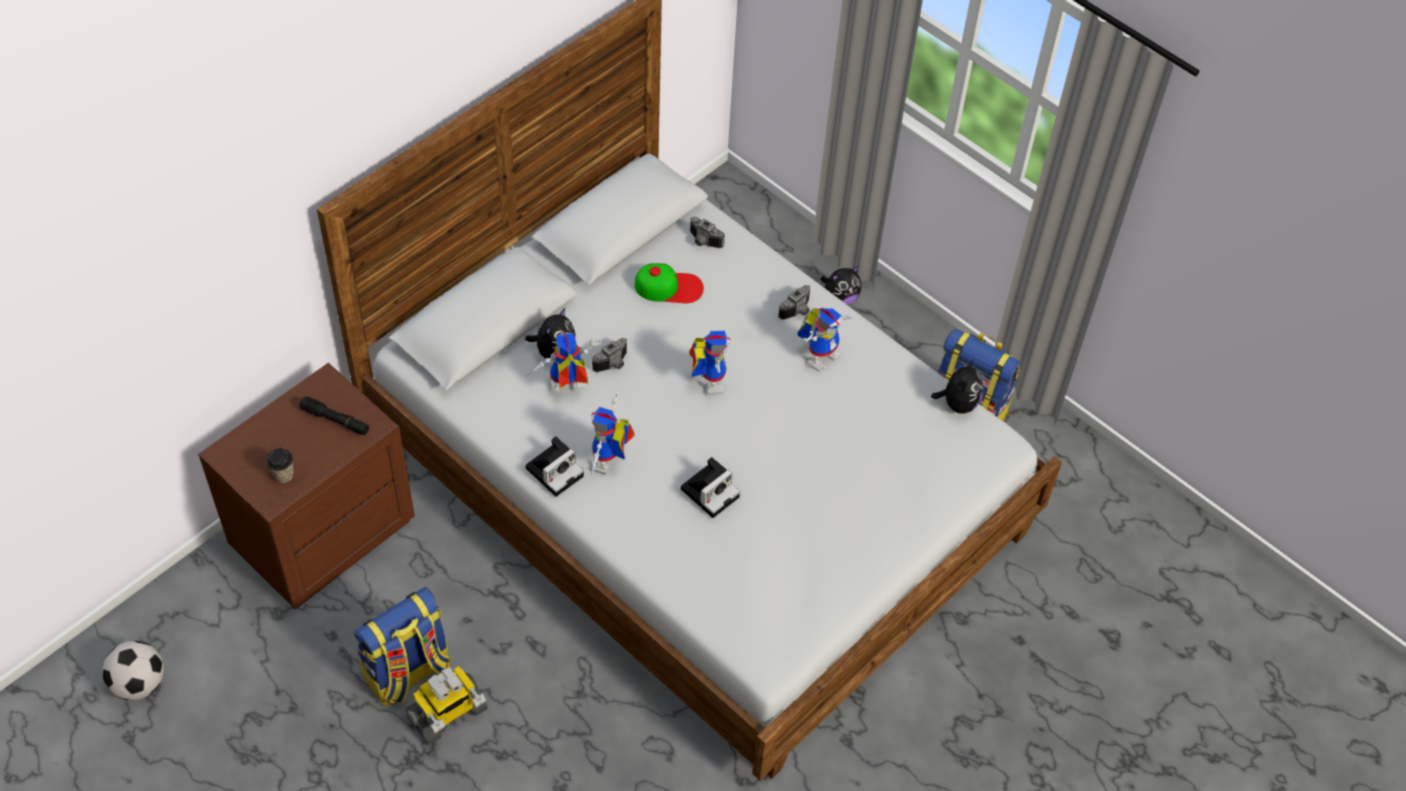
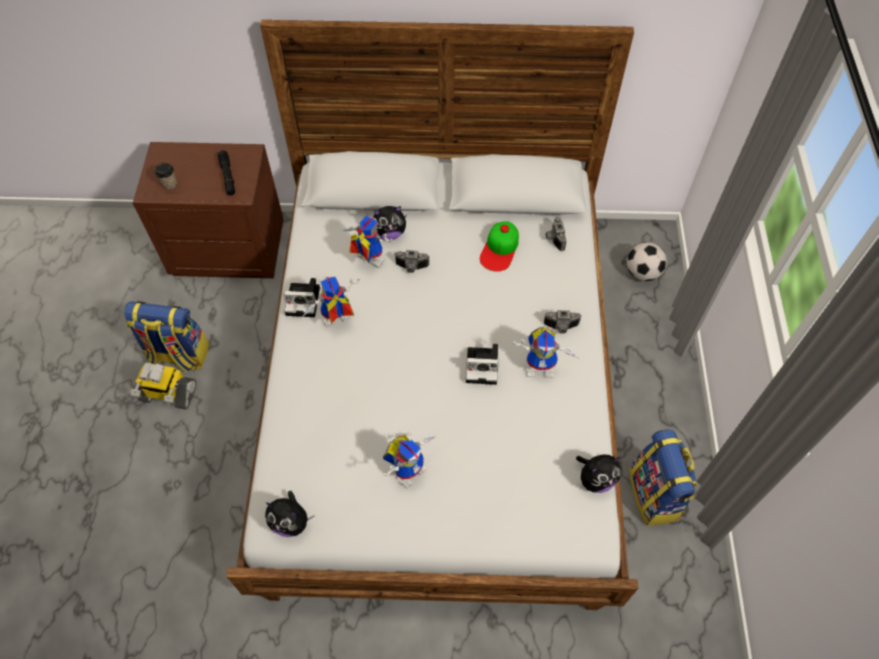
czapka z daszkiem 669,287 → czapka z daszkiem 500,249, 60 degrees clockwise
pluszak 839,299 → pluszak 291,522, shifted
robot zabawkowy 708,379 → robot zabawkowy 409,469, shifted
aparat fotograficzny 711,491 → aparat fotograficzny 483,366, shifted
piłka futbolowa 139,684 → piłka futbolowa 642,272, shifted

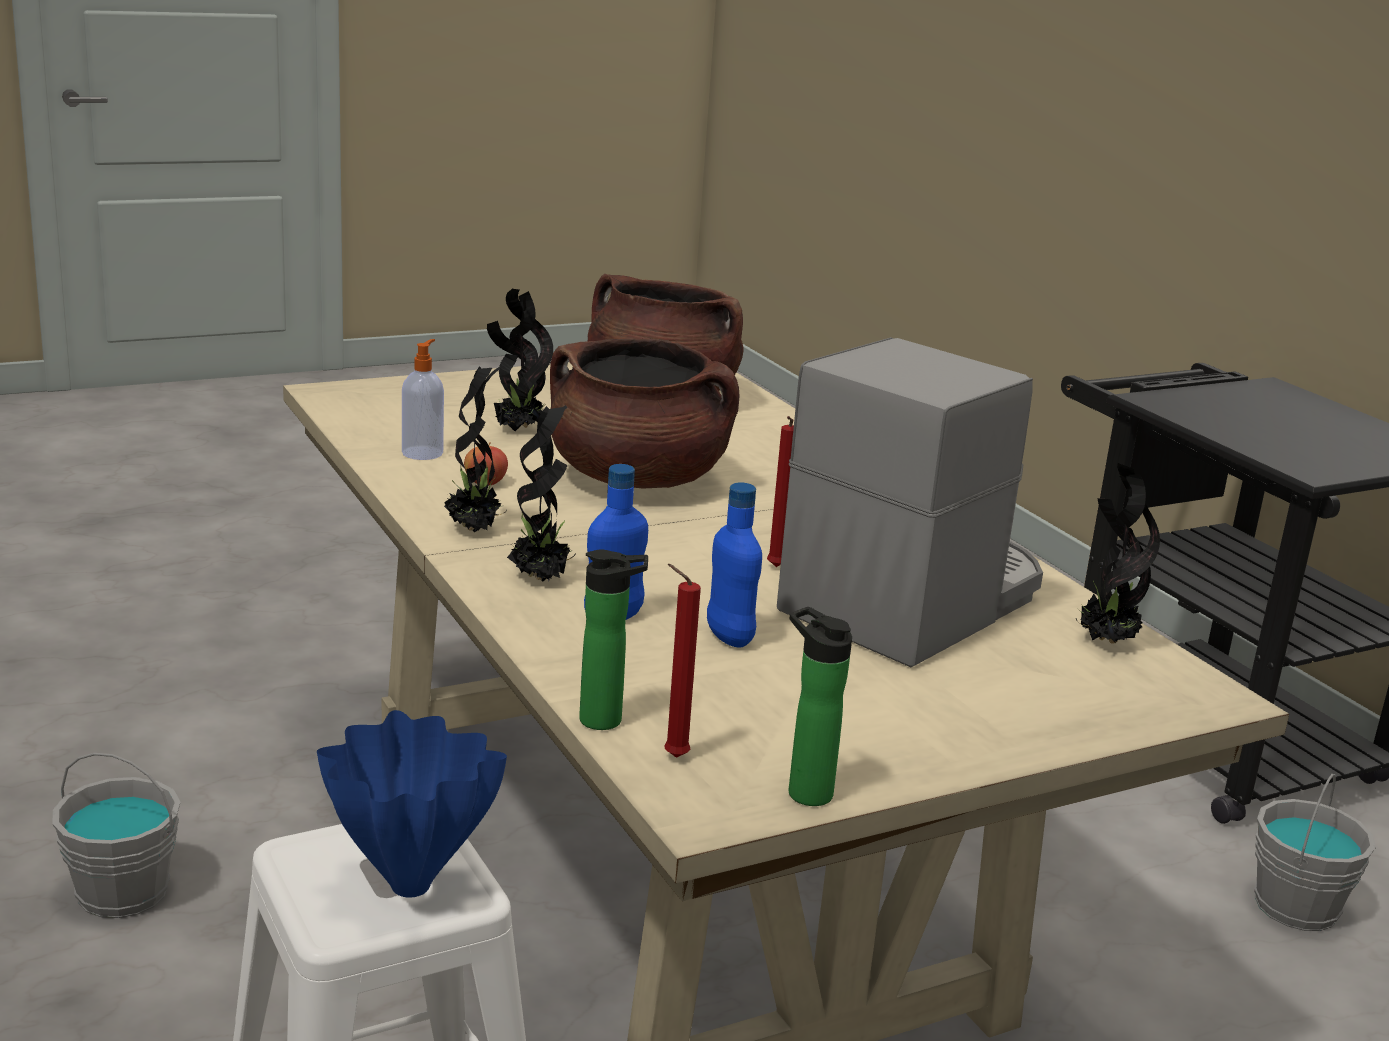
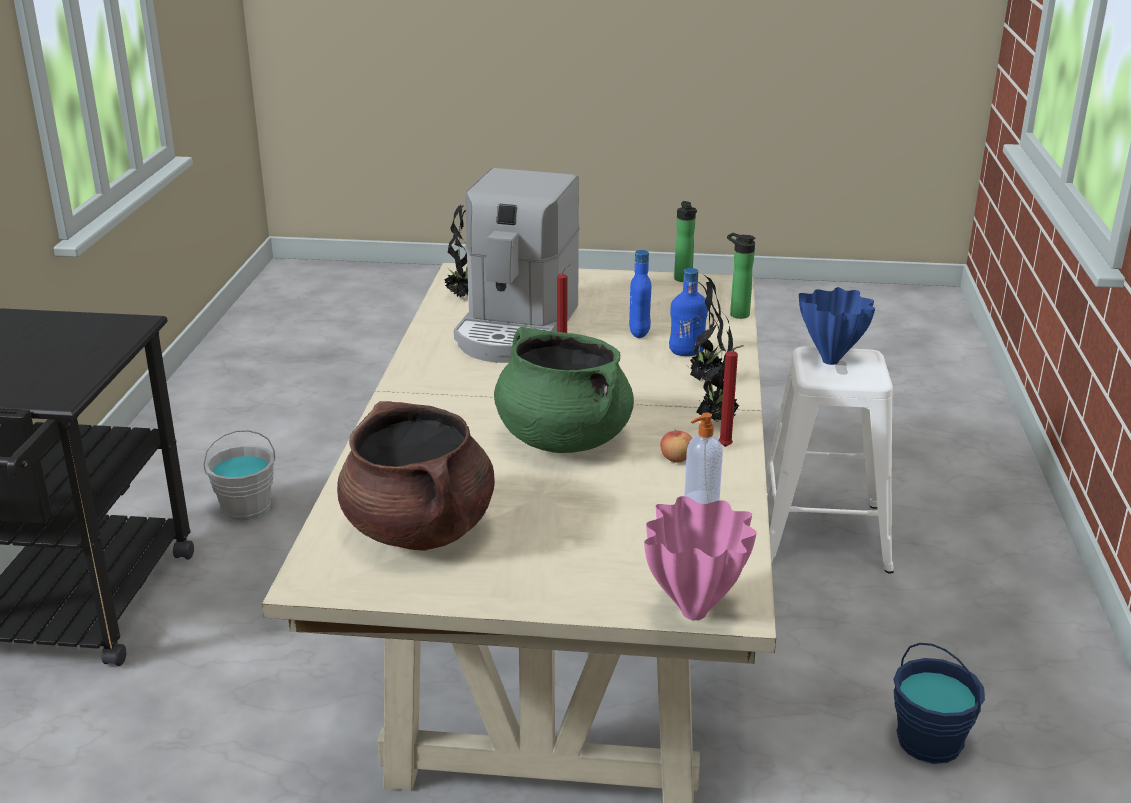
roślina doniczkowa 517,430 → -
ekspres do kawy 916,601 → ekspres do kawy 516,329, 60 degrees counterclockwise
garnek (brązowy) 637,479 → garnek (zielony) 562,439
świeca (czerwony) 672,756 → świeca (czerwony) 727,447, shifted
wiadro (szary) 121,892 → wiadro (niebieski) 930,741
- → wazon (różowy) 696,612

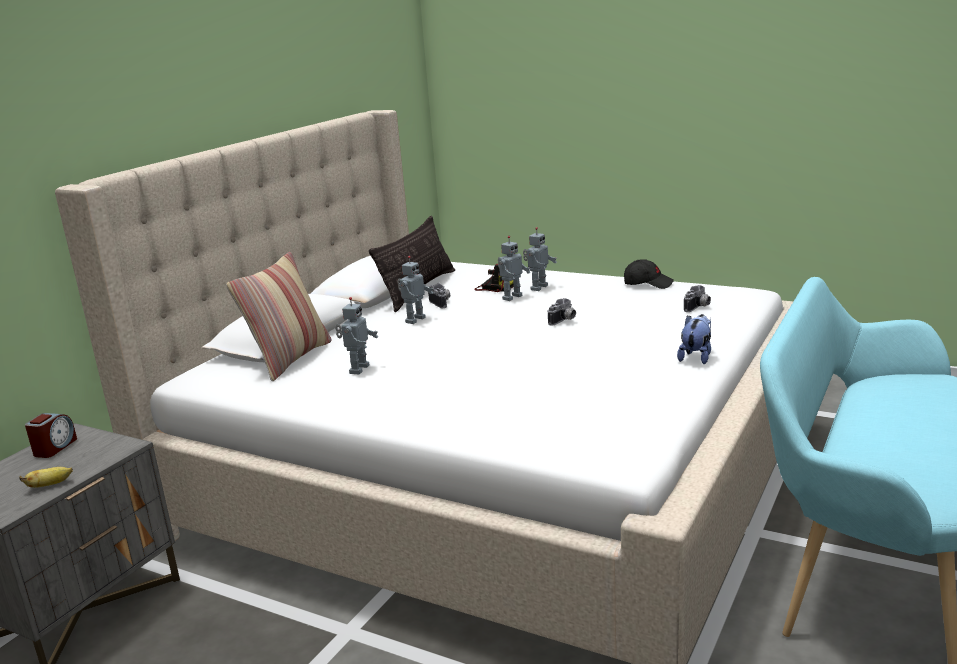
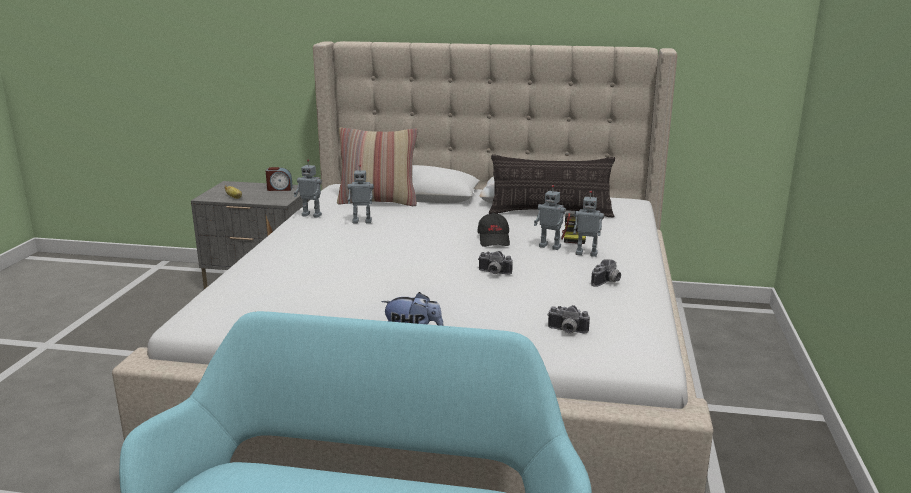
robot zabawkowy 414,320 → robot zabawkowy 312,215, shifted
czapka z daszkiem (czarny) 648,283 → czapka z daszkiem (czarny) 494,239, shifted
aparat fotograficzny 442,303 → aparat fotograficzny 607,282, shifted

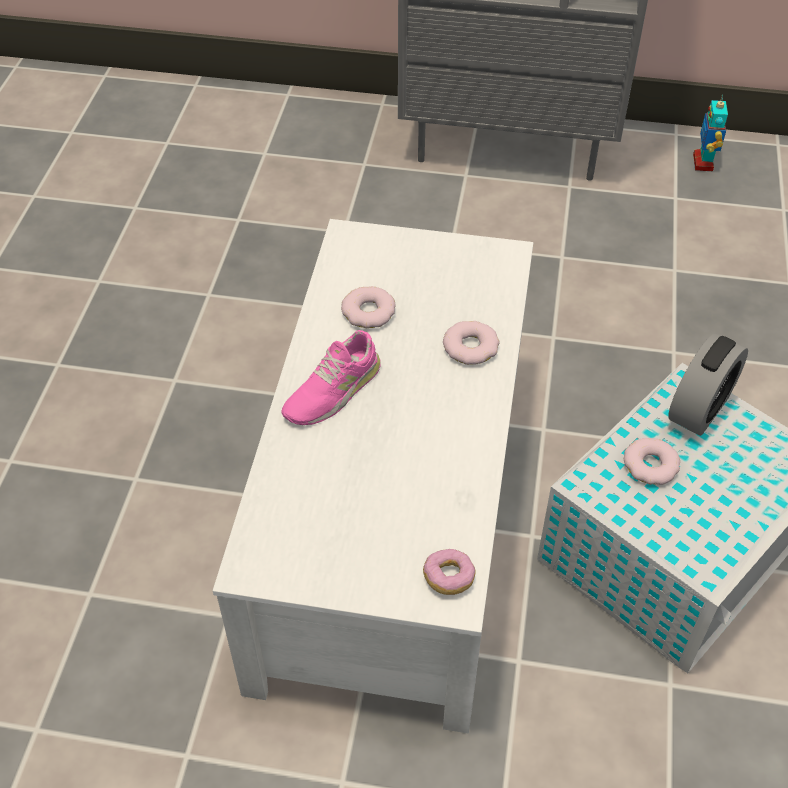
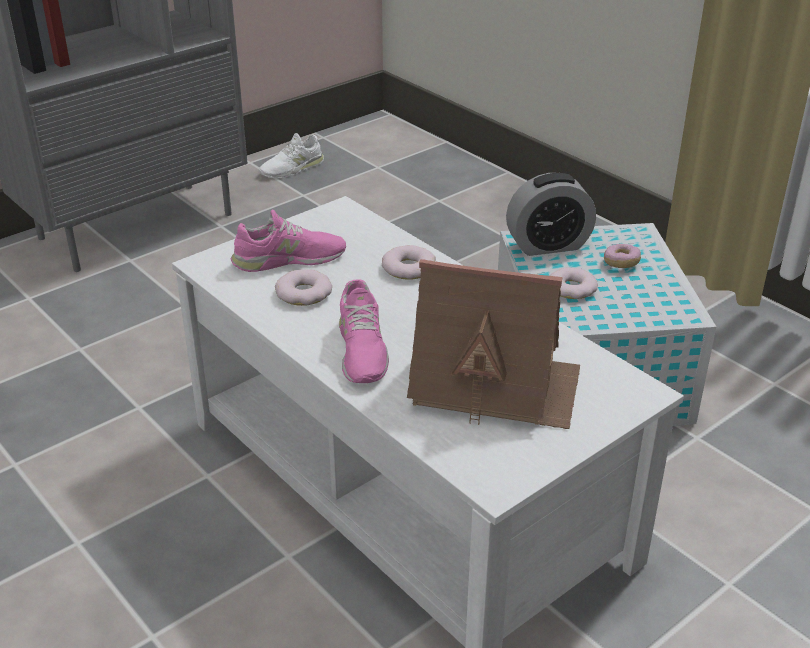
robot zabawkowy 703,163 → but (biały) 292,168
budzik 700,408 → budzik 548,245, 90 degrees clockwise
donut 448,578 → donut 621,263, shifted
- → but (różowy) 289,259
- → domek 494,385

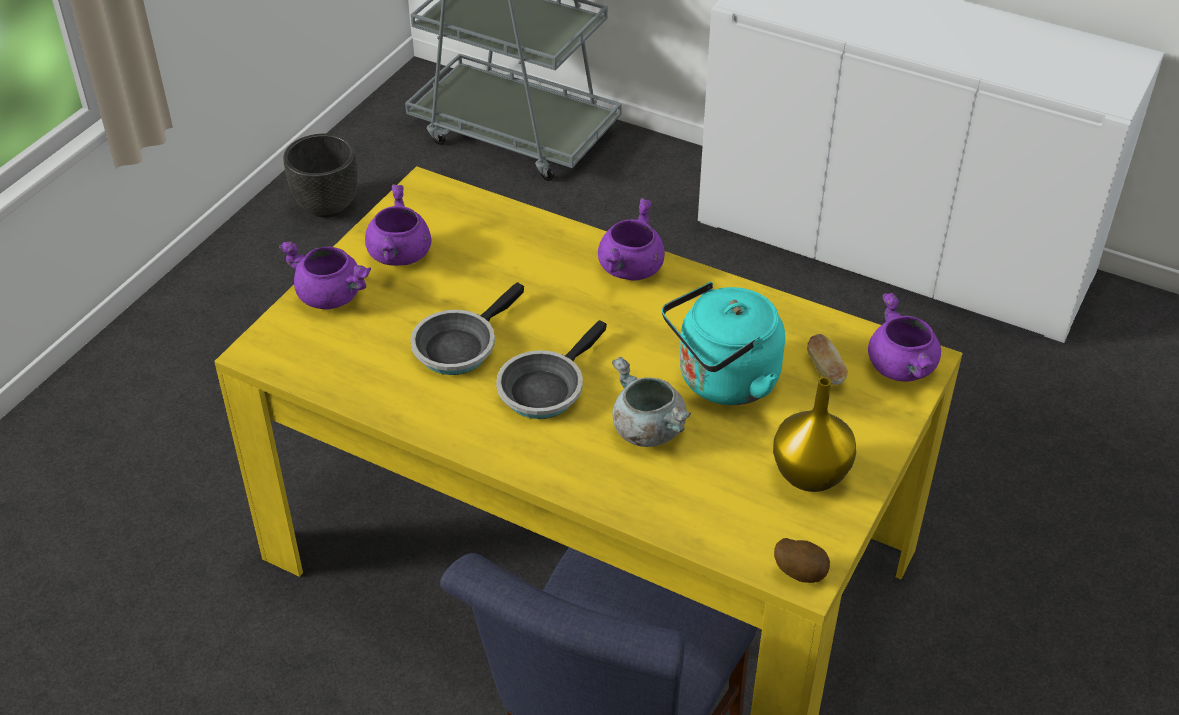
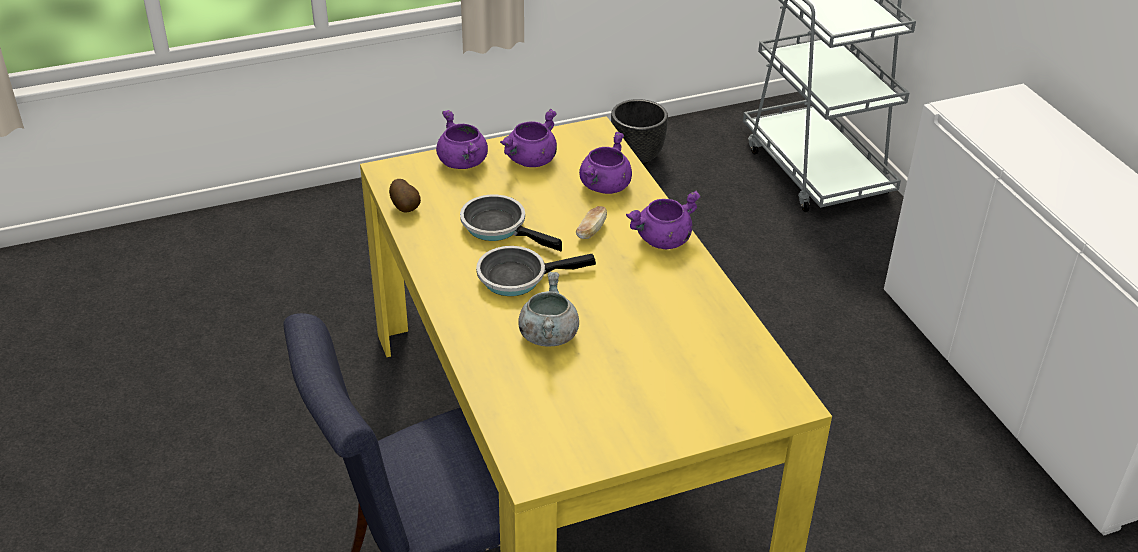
patelnia 459,346 → patelnia 499,227, 45 degrees clockwise
czajnik (turkusowy) 723,382 → -
garnek (fioletowy) 902,368 → garnek (fioletowy) 605,187, shifted
chleb 825,369 → chleb 591,231, shifted
wazon (żółty) 812,475 → -
ziemniak 800,572 → ziemniak 406,208, shifted

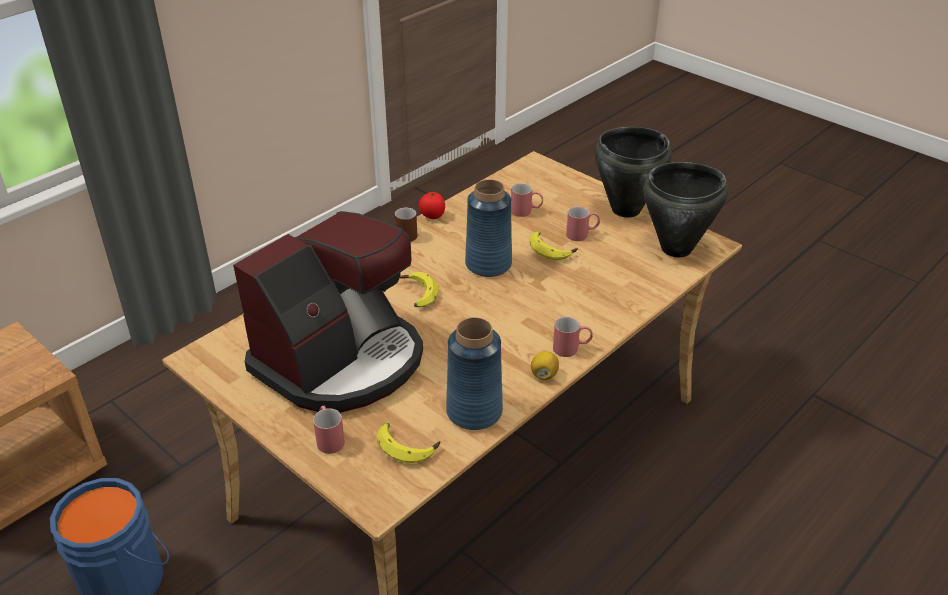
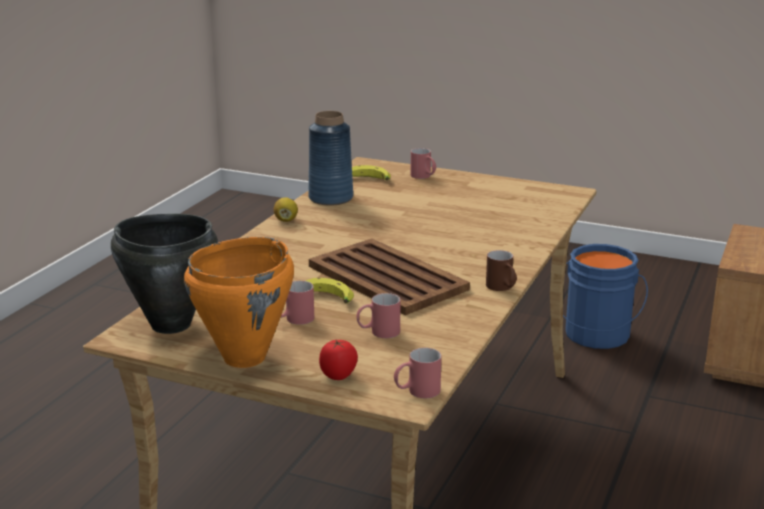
garnek (czarny) 625,209 → garnek (pomarańczowy) 245,358
wazon (niebieski) 488,264 → taca (brązowy) 386,277
pomidor 432,216 → pomidor 338,376, shifted
ekspres do kawy 341,361 → -
banan 416,295 → -
kubek (czerwony) 572,348 → kubek (czerwony) 416,392, shifted

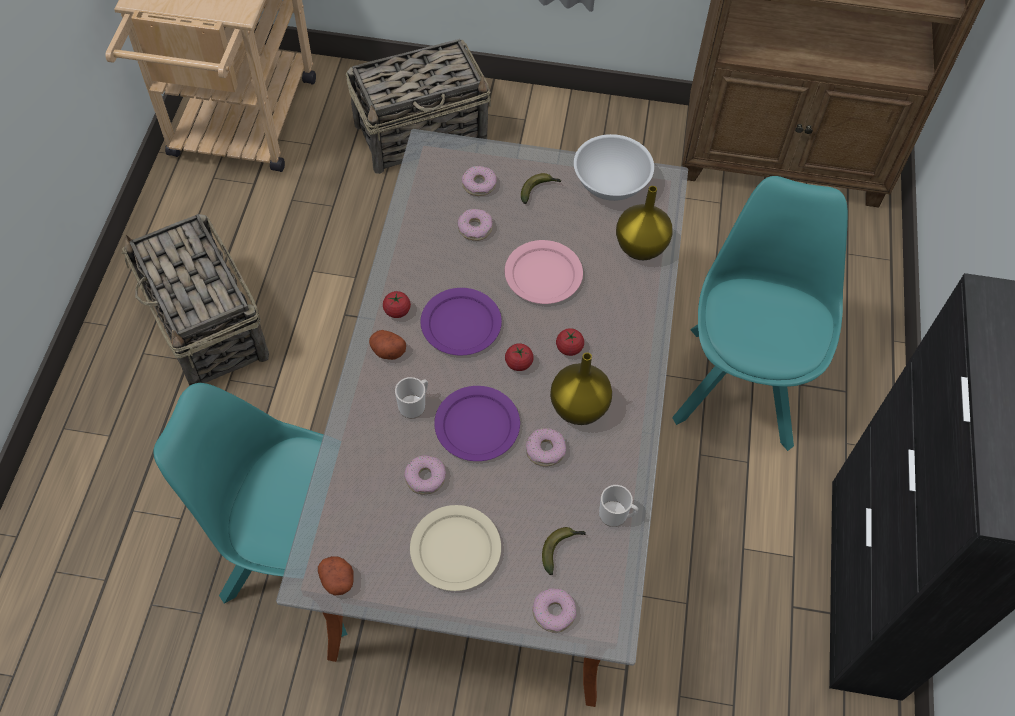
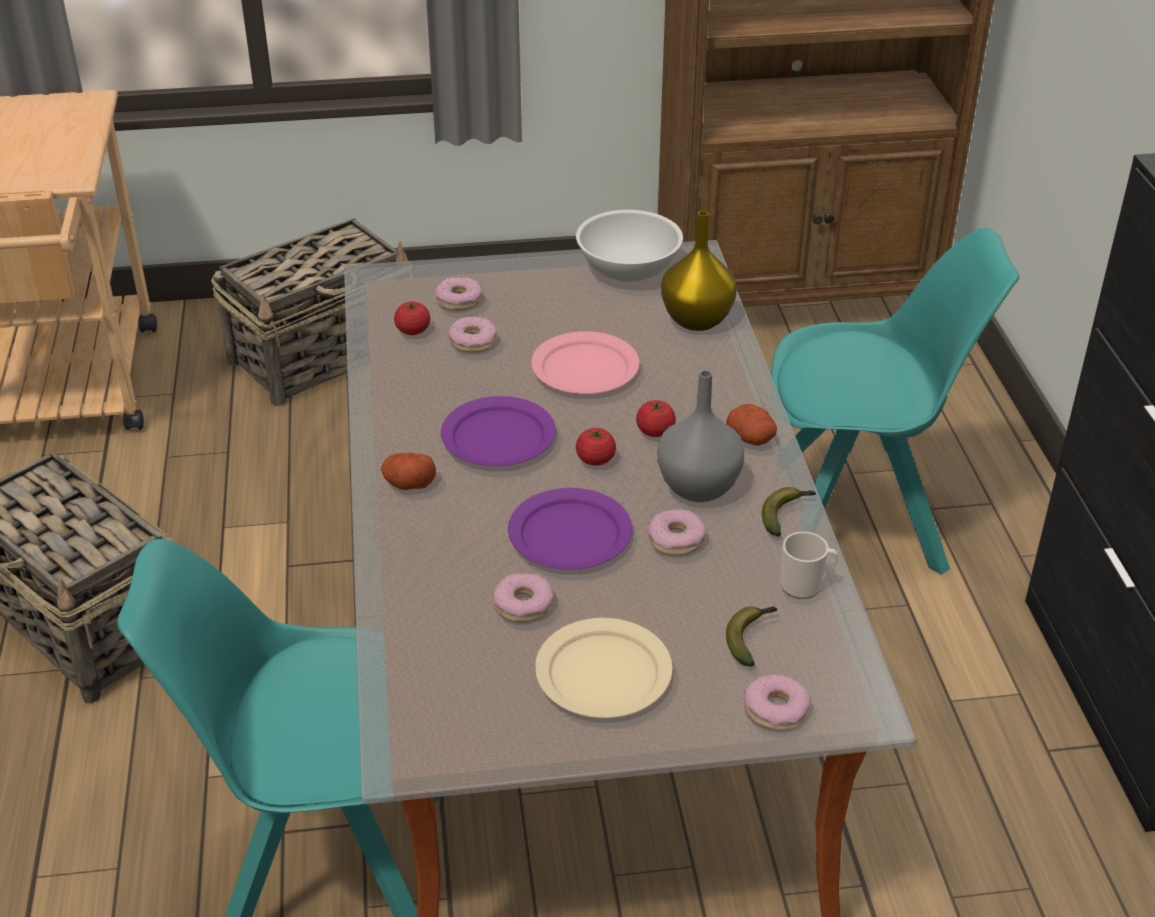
banan 539,190 → banan 786,514, shifted
krzesło (turkusowy) 741,382 → krzesło (turkusowy) 857,522, 90 degrees clockwise
pomidor 397,311 → pomidor 413,330, shifted
wazon (żółty) 580,408 → wazon (szary) 700,487
kubek 414,405 → -
ziemniak 338,580 → ziemniak 752,438, shifted

